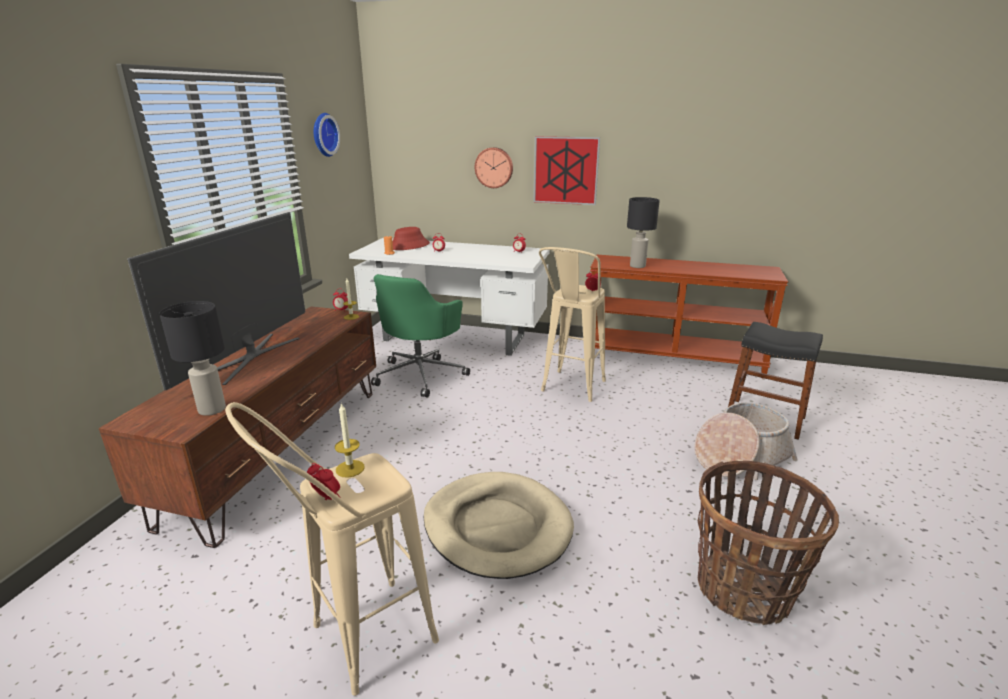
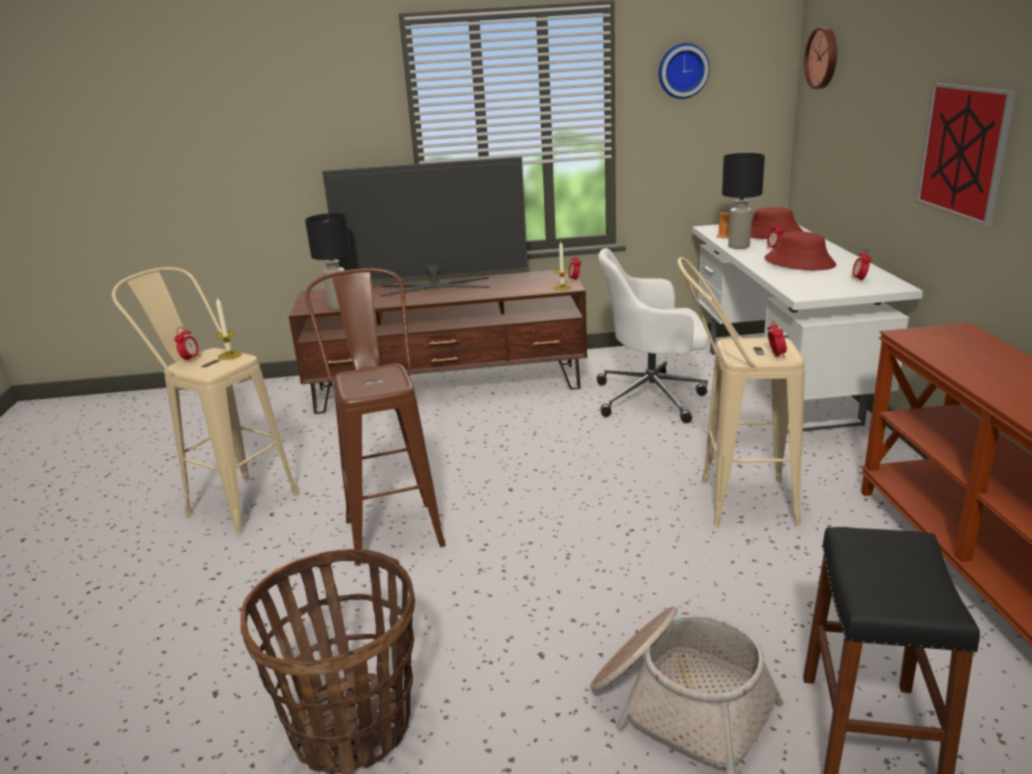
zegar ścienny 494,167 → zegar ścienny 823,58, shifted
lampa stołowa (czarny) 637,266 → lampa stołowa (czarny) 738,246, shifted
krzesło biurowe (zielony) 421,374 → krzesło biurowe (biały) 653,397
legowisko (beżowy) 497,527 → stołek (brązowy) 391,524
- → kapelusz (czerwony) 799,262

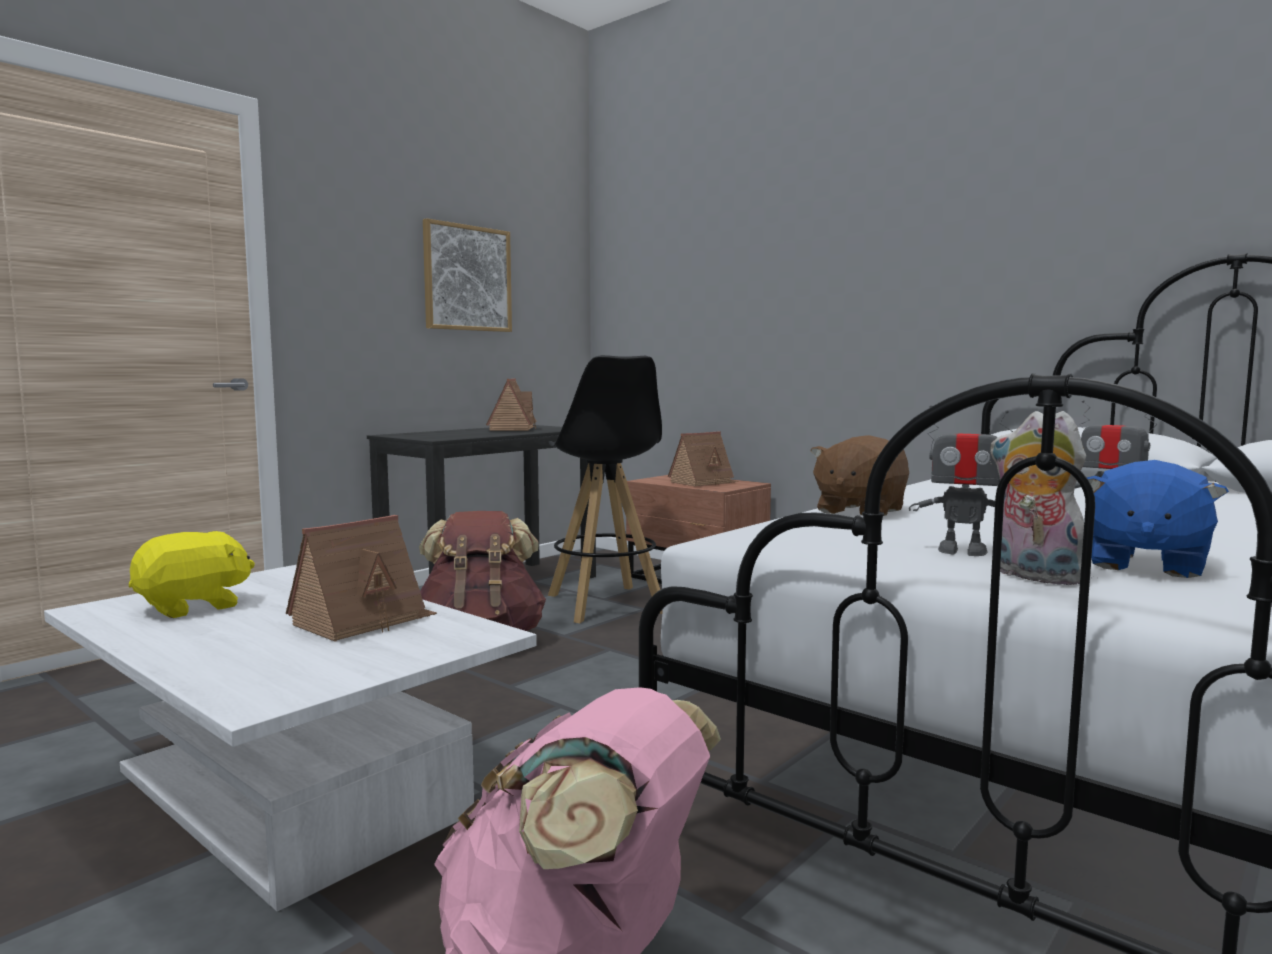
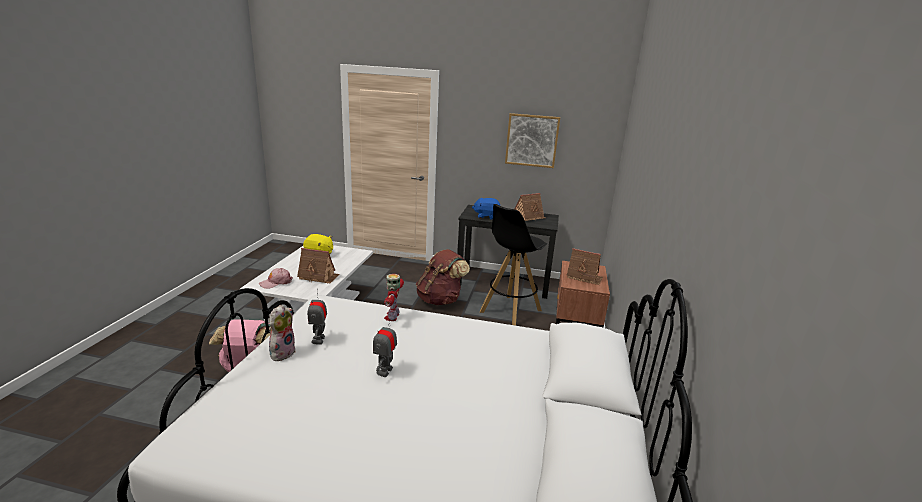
pluszak (brązowy) 859,511 → robot zabawkowy 392,316
pluszak (niebieski) 1144,564 → pluszak (niebieski) 486,216, shifted
- → czapka z daszkiem (różowy) 276,282

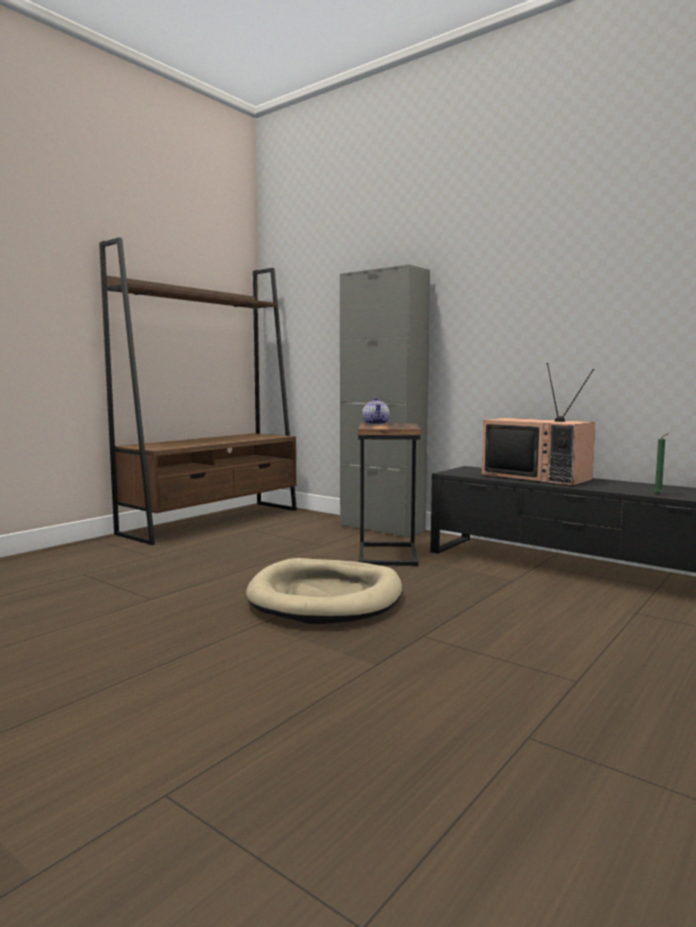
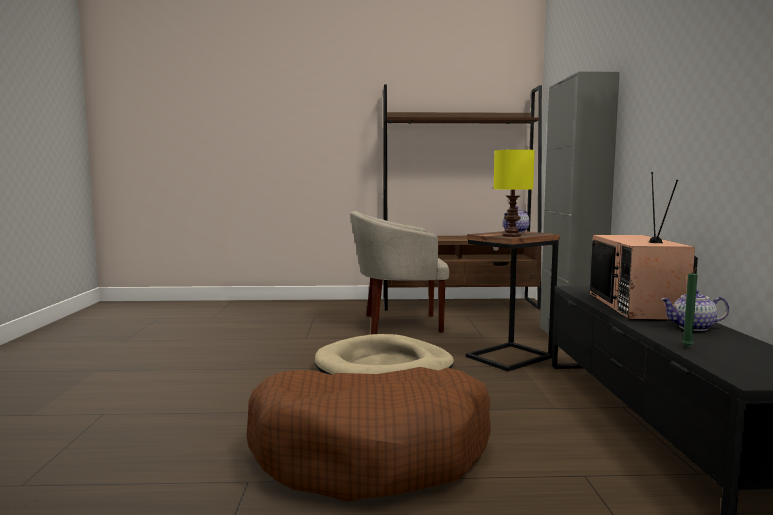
- → lampa stołowa (żółty) 512,236
- → fotel (beżowy) 398,324
- → imbryk 693,328
- → legowisko (brązowy) 371,453

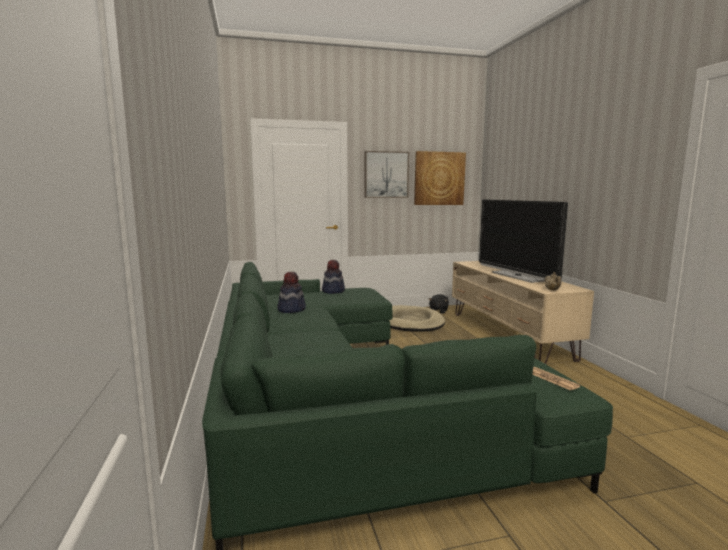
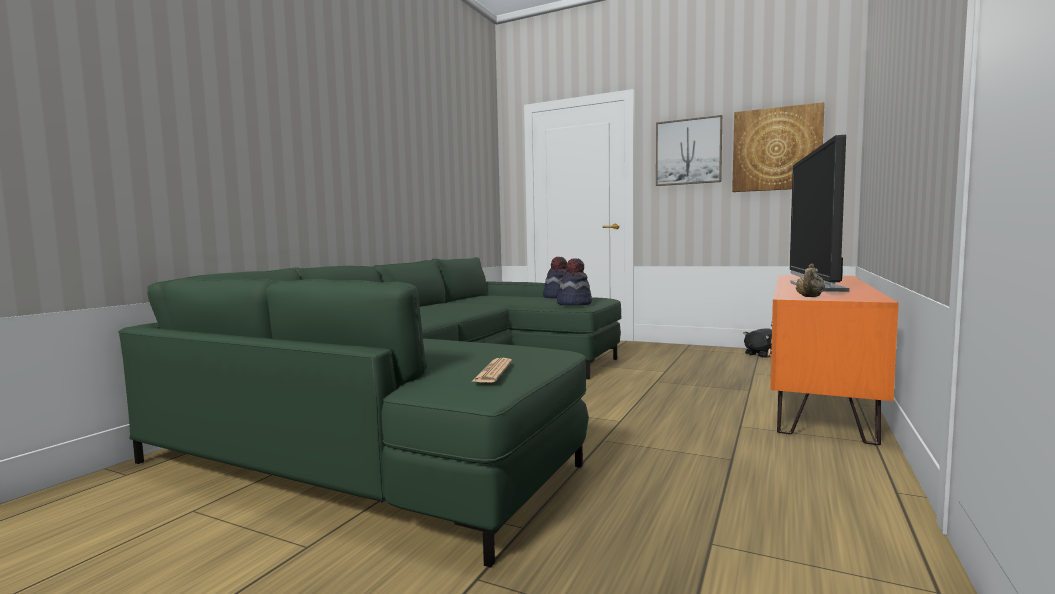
szafka pod telewizor (beżowy) 508,334 → szafka pod telewizor (pomarańczowy) 817,392
kapelusz 291,309 → kapelusz 574,304, shifted
legowisko (beżowy) 410,322 → -

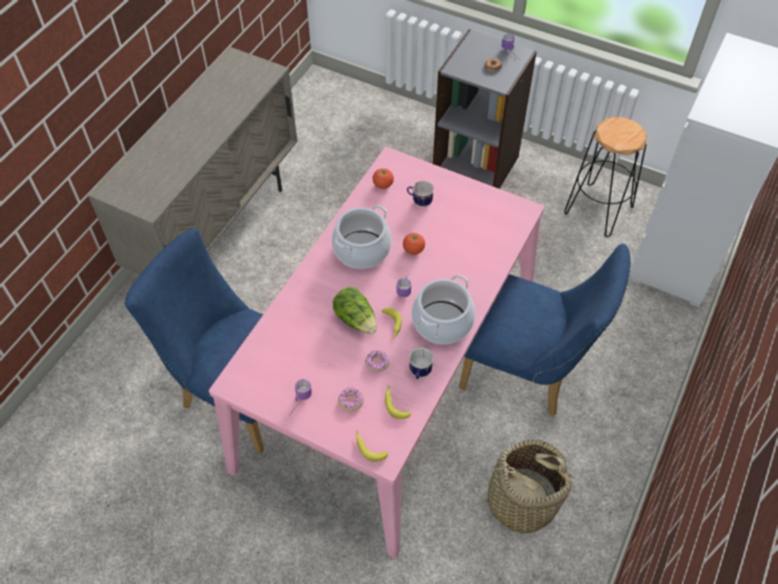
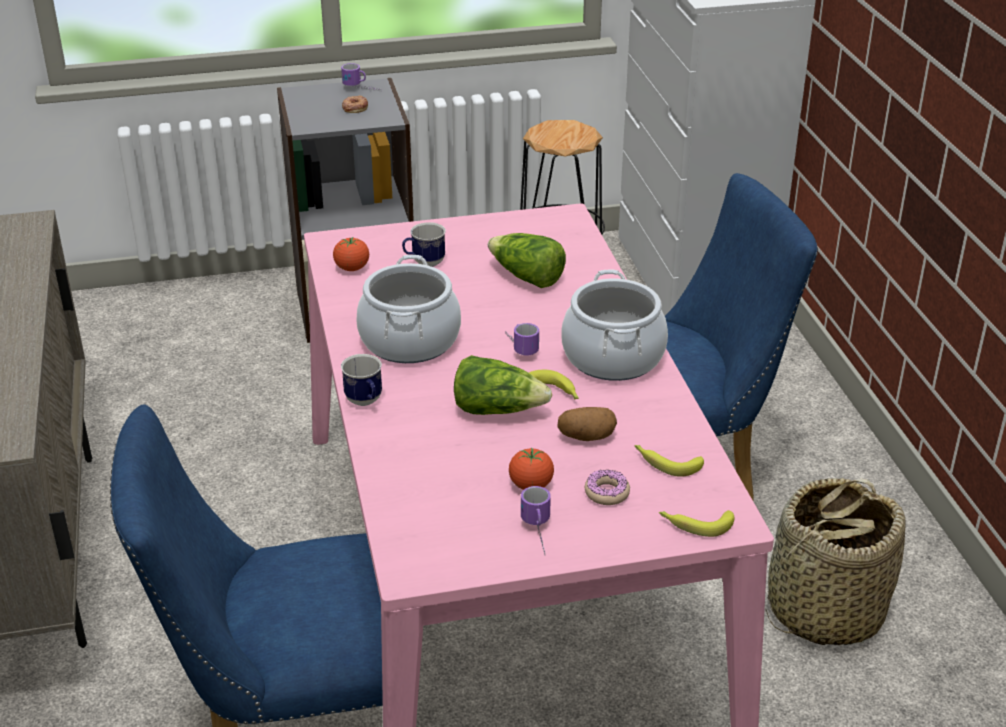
pomidor 413,250 → pomidor 531,485, shifted
kubek 419,373 → kubek 365,402, shifted
donut 377,363 → ziemniak 586,437
- → sałata 526,277

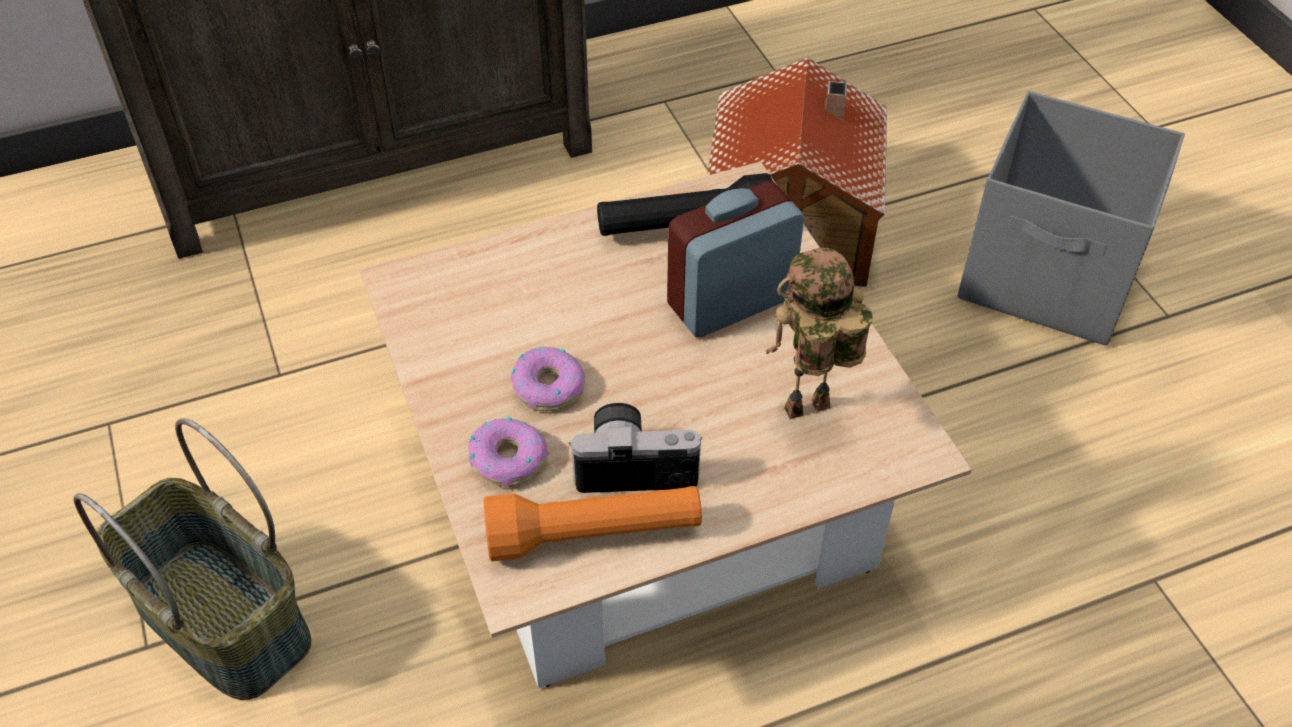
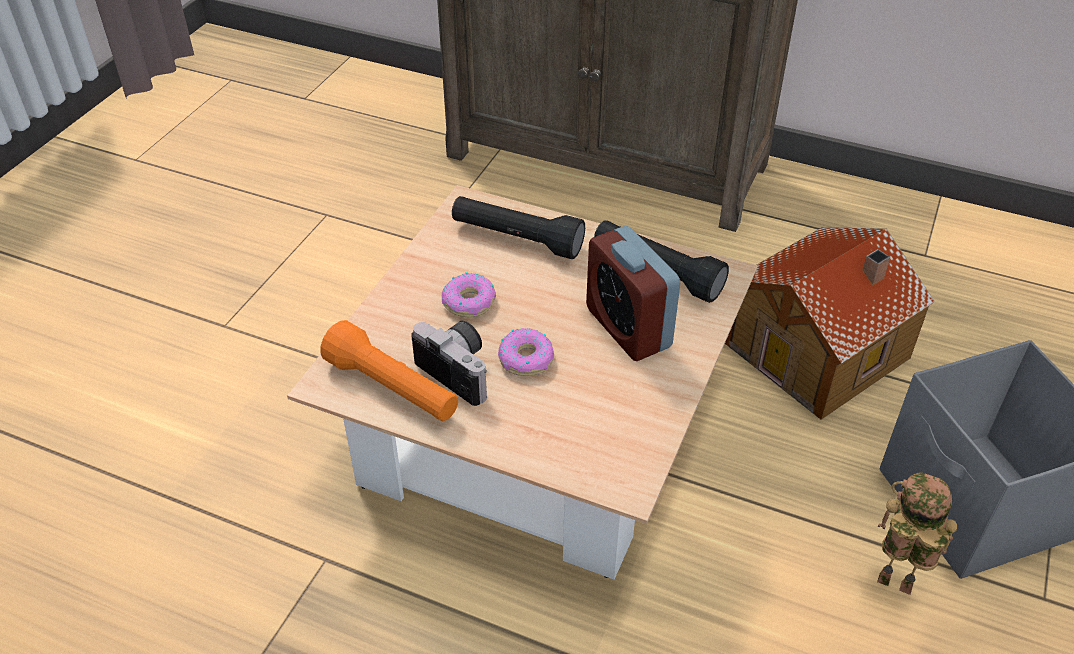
budzik 730,302 → budzik 628,328, 135 degrees counterclockwise
robot zabawkowy 806,413 → robot zabawkowy 891,586, shifted
donut 508,459 → donut 526,358, shifted
koszyk 219,621 → -
- → latarka (czarny) 516,239

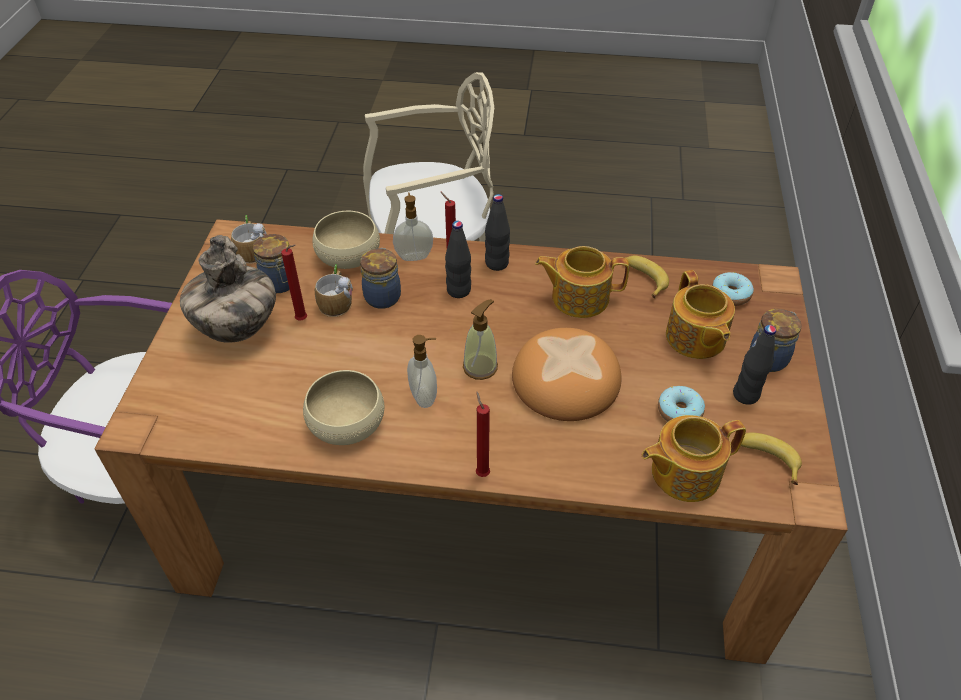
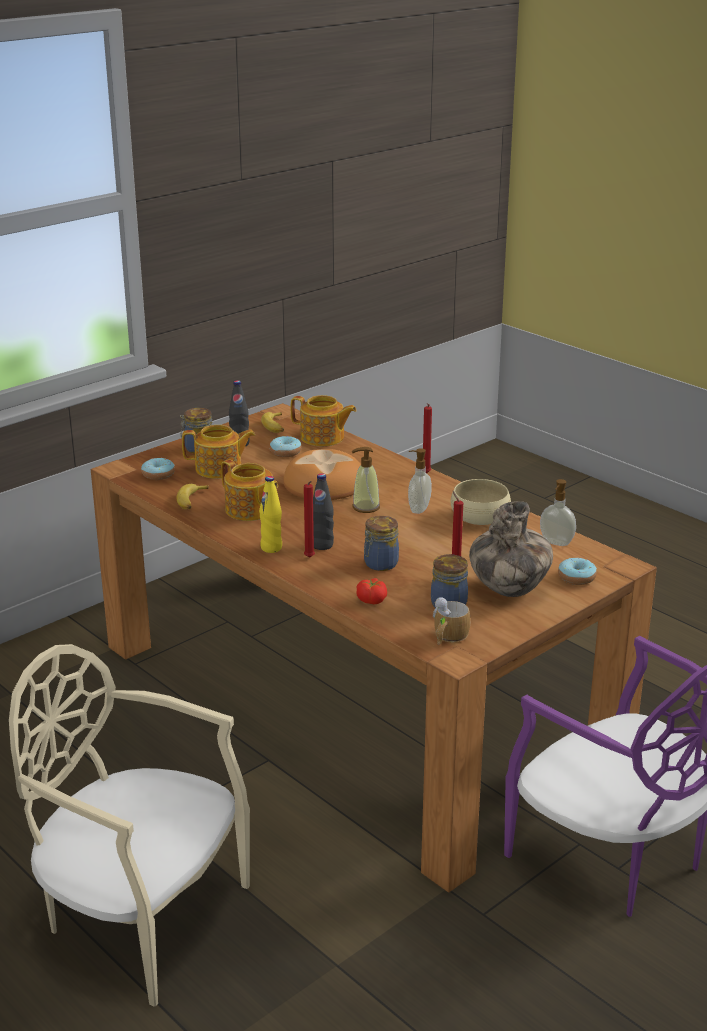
dozownik mydła 414,256 → dozownik mydła 556,543, shifted
butelka (czarny) 496,263 → butelka (żółty) 271,548
miska (beżowy) 348,255 → pomidor 372,600
kubek 337,301 → -
imbryk 695,338 → imbryk 219,469, 60 degrees clockwise
- → donut 576,578

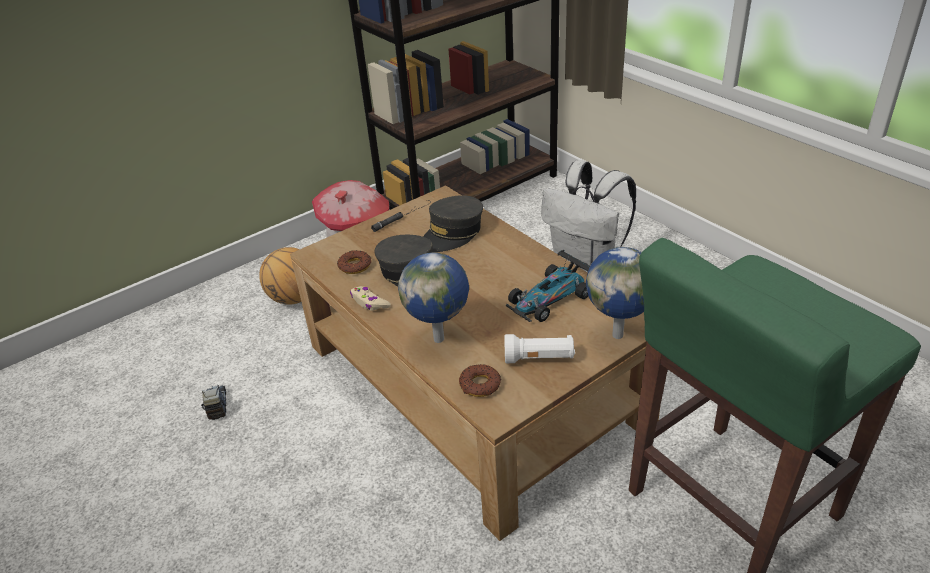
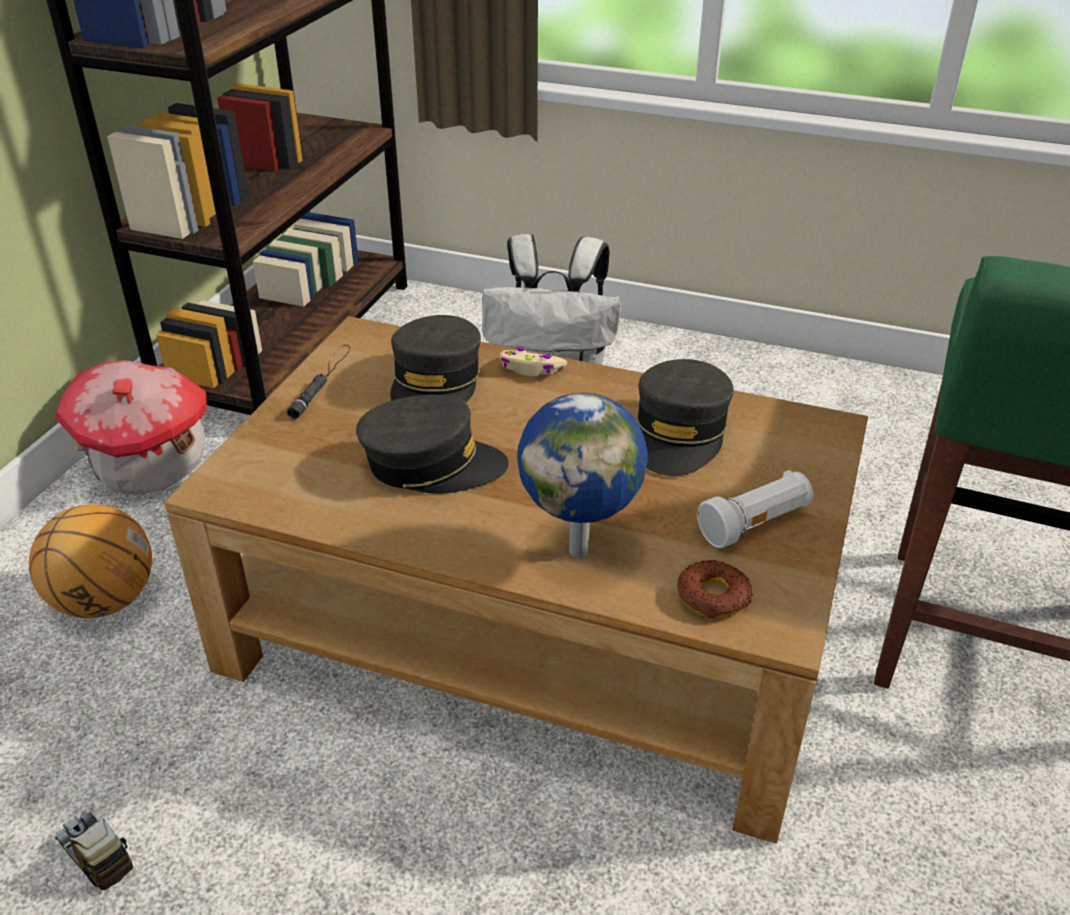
globus 619,334 → -
donut 355,266 → -
samochodzik 549,298 → czapka z daszkiem (szary) 679,433
pad do gier (beżowy) 369,303 → pad do gier (beżowy) 531,369, shifted

